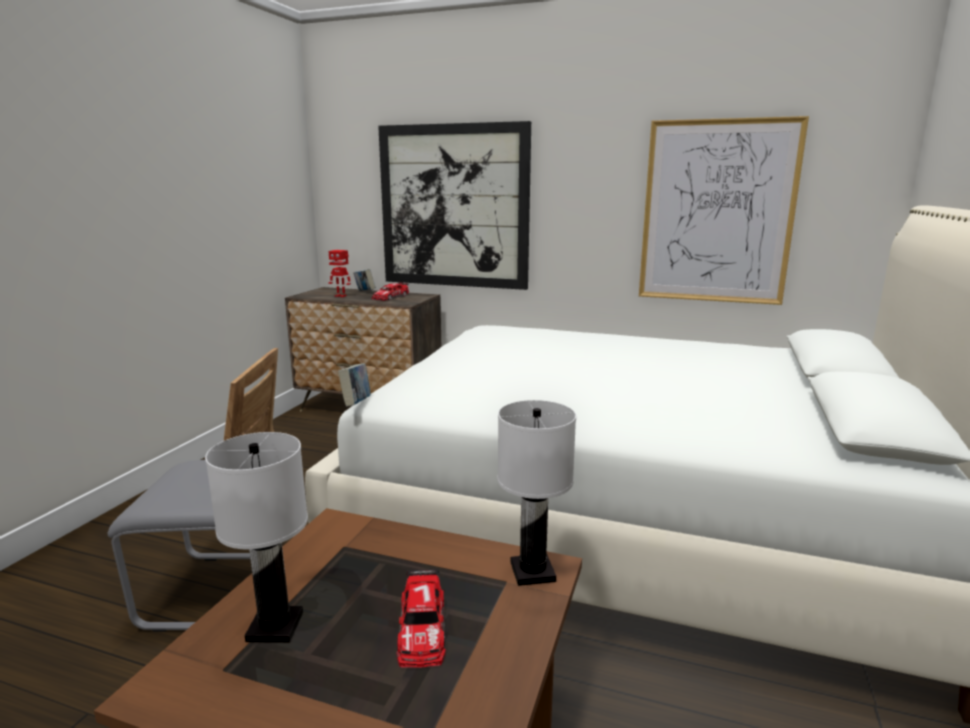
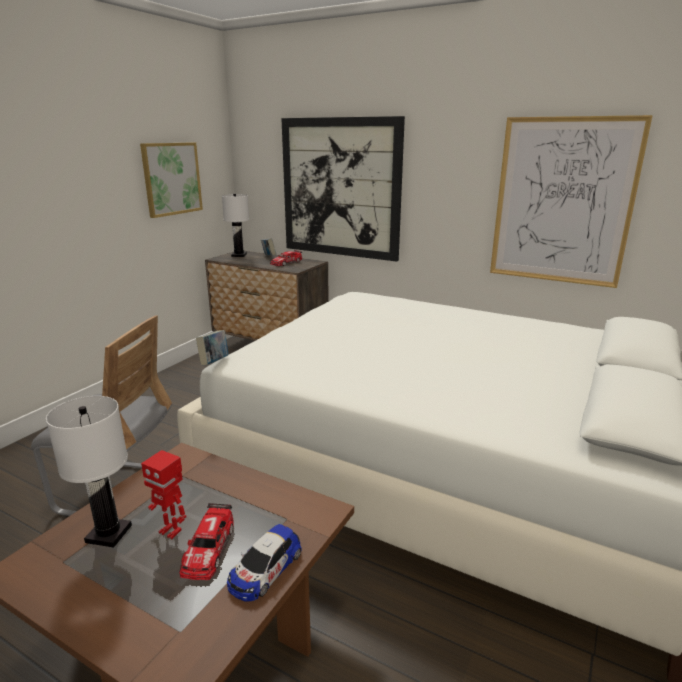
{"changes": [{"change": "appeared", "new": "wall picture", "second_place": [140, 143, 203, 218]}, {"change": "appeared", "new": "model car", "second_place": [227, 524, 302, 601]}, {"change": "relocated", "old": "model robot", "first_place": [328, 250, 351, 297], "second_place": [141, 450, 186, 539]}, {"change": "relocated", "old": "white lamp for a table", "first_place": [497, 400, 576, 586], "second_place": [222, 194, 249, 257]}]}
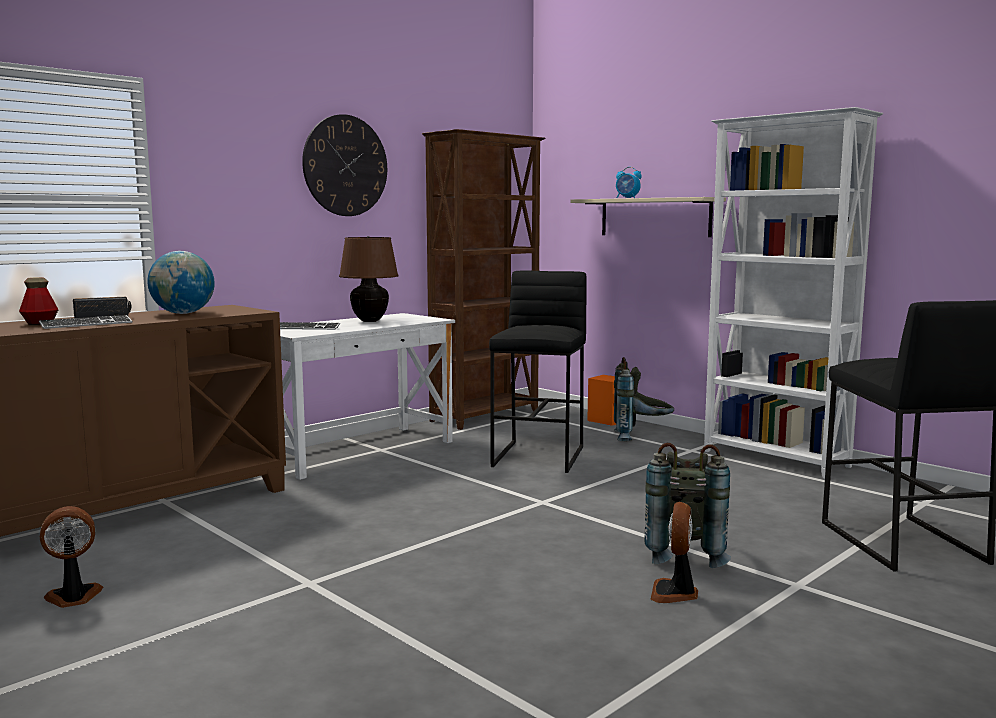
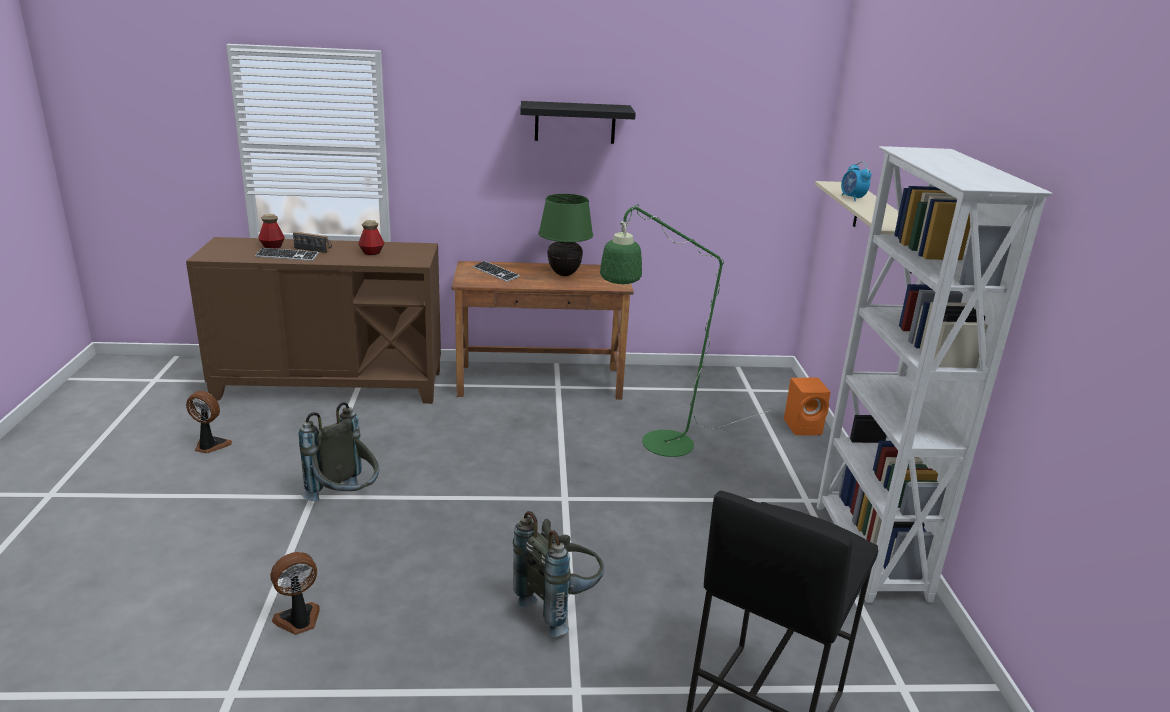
{"changes": [{"change": "missing", "old": "brown bookshelf", "first_place": [422, 129, 545, 430]}, {"change": "relocated", "old": "greyish backpack", "first_place": [614, 357, 674, 441], "second_place": [299, 402, 379, 501]}, {"change": "relocated", "old": "cooling fan", "first_place": [650, 502, 698, 603], "second_place": [270, 552, 320, 635]}, {"change": "exchanged", "old": "desk globe", "new": "drink bottle", "first_place": [147, 251, 215, 314], "second_place": [358, 220, 385, 255]}, {"change": "exchanged", "old": "wall clock", "new": "black-coloured bracket shelf", "first_place": [302, 114, 387, 216], "second_place": [520, 101, 636, 144]}, {"change": "exchanged", "old": "black-coloured stool seat", "new": "green-coloured floor lamp", "first_place": [489, 270, 587, 473], "second_place": [600, 204, 771, 457]}, {"change": "colour", "old": "white desk table", "new": "brown desk table", "first_place": [280, 313, 455, 480], "second_place": [451, 261, 634, 400]}, {"change": "colour", "old": "brown lamp for a table", "new": "green-coloured lamp for a table", "first_place": [339, 236, 399, 322], "second_place": [539, 194, 593, 276]}]}
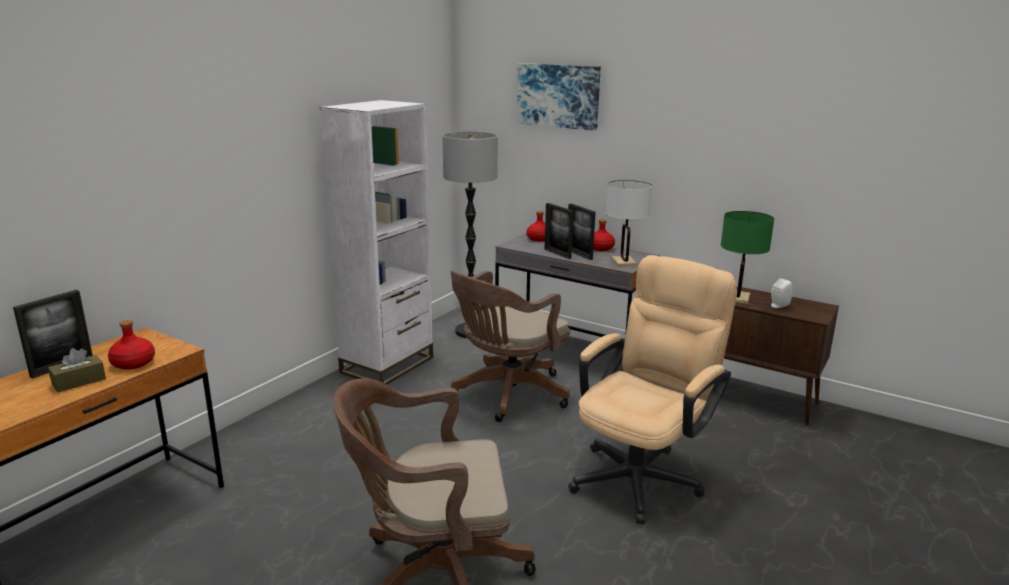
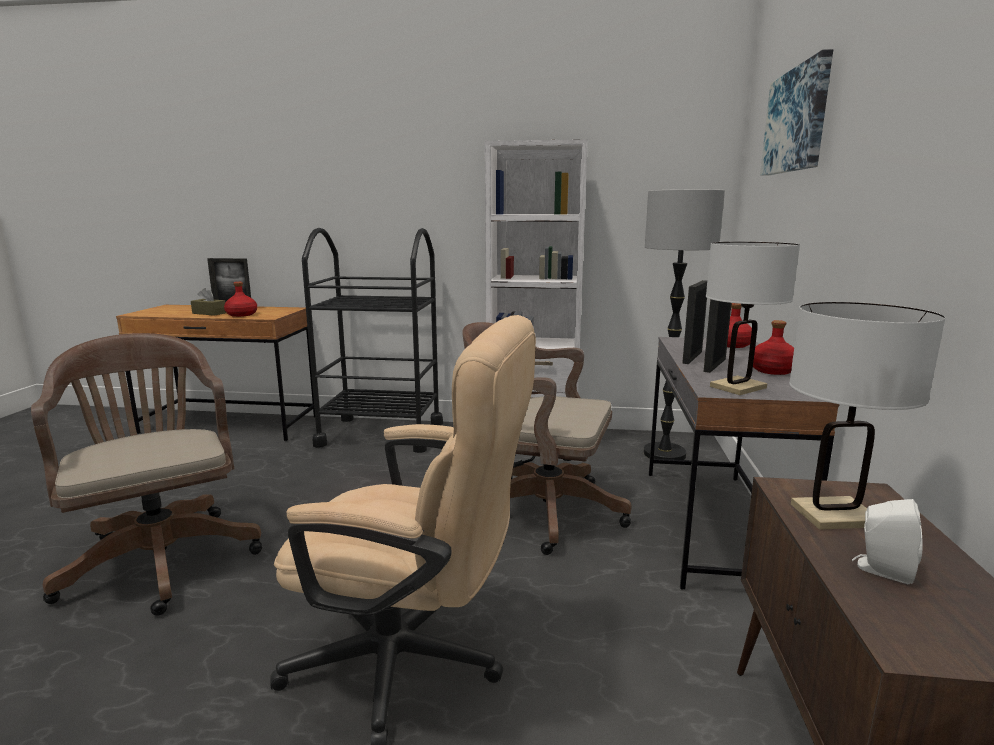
{"changes": [{"change": "appeared", "new": "black-coloured wheeled cart", "second_place": [302, 228, 443, 453]}, {"change": "colour", "old": "green-coloured lamp for a table", "new": "white lamp for a table", "first_place": [721, 211, 774, 304], "second_place": [789, 302, 946, 530]}]}
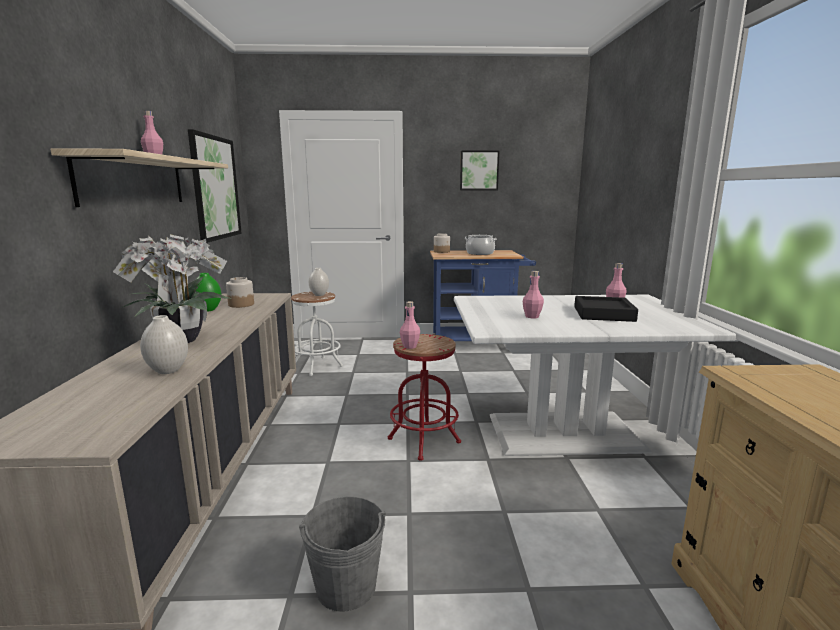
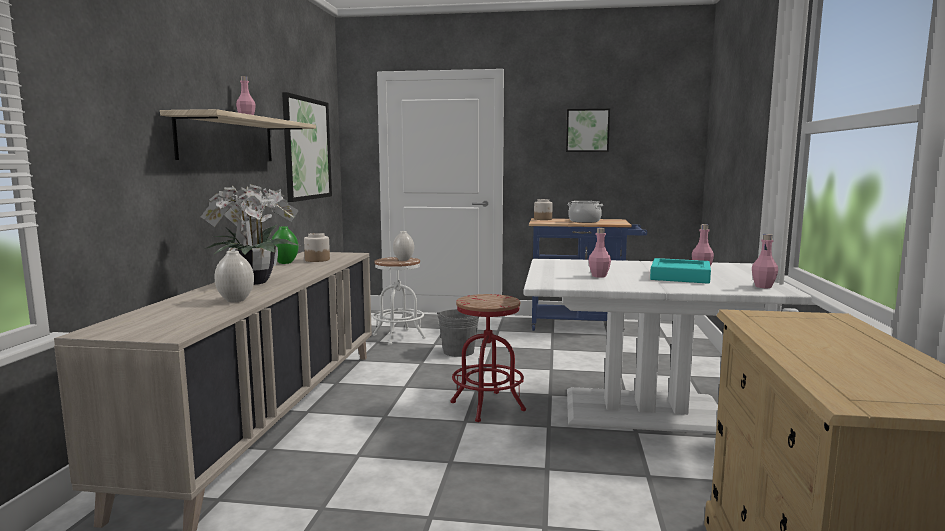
{"changes": [{"change": "relocated", "old": "greyish water bucket", "first_place": [299, 496, 386, 612], "second_place": [437, 309, 479, 357]}, {"change": "relocated", "old": "pink drink bottle", "first_place": [400, 301, 420, 349], "second_place": [752, 234, 778, 288]}, {"change": "colour", "old": "black-coloured serving tray", "new": "turquoise-coloured serving tray", "first_place": [574, 296, 638, 322], "second_place": [650, 258, 711, 284]}]}
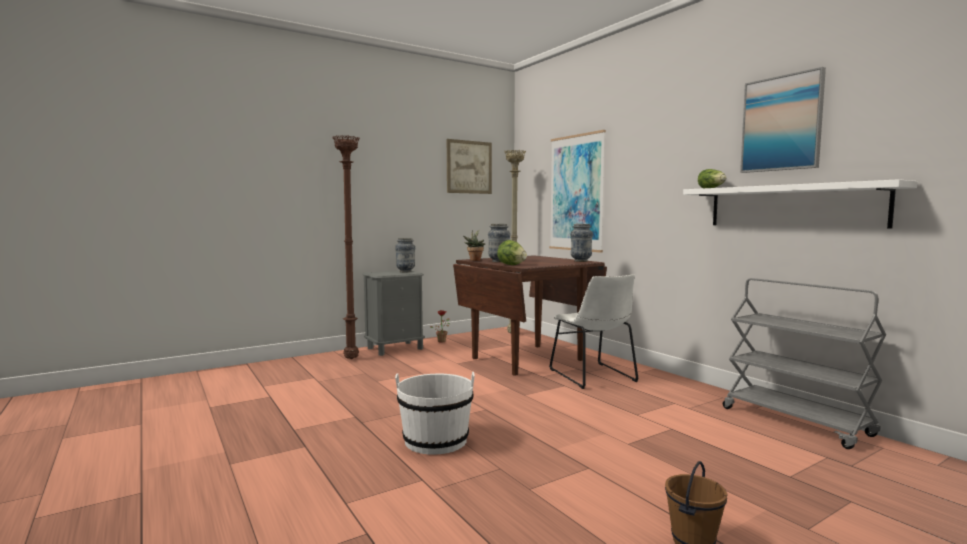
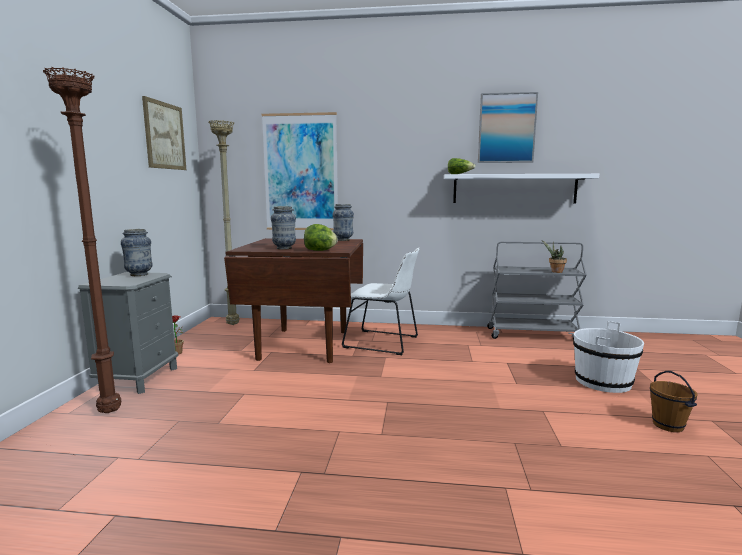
{"changes": [{"change": "relocated", "old": "white water bucket", "first_place": [395, 372, 475, 455], "second_place": [573, 321, 644, 393]}, {"change": "relocated", "old": "plant in a pot", "first_place": [463, 229, 485, 261], "second_place": [542, 240, 567, 273]}]}
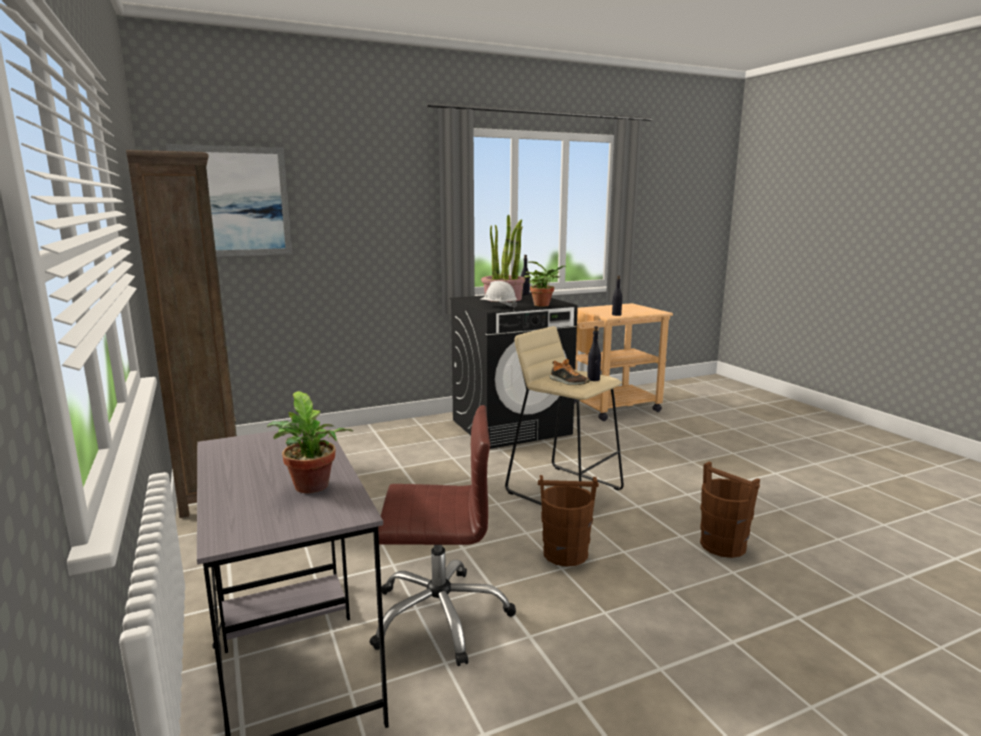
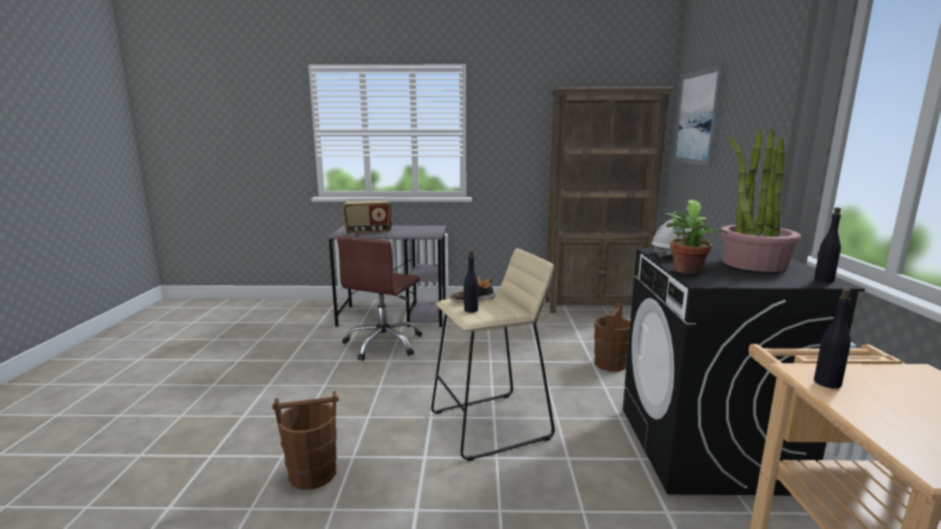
{"changes": [{"change": "relocated", "old": "brown water bucket", "first_place": [538, 475, 599, 567], "second_place": [594, 303, 630, 371]}, {"change": "exchanged", "old": "plant in a pot", "new": "radio set", "first_place": [267, 391, 353, 493], "second_place": [343, 200, 391, 235]}]}
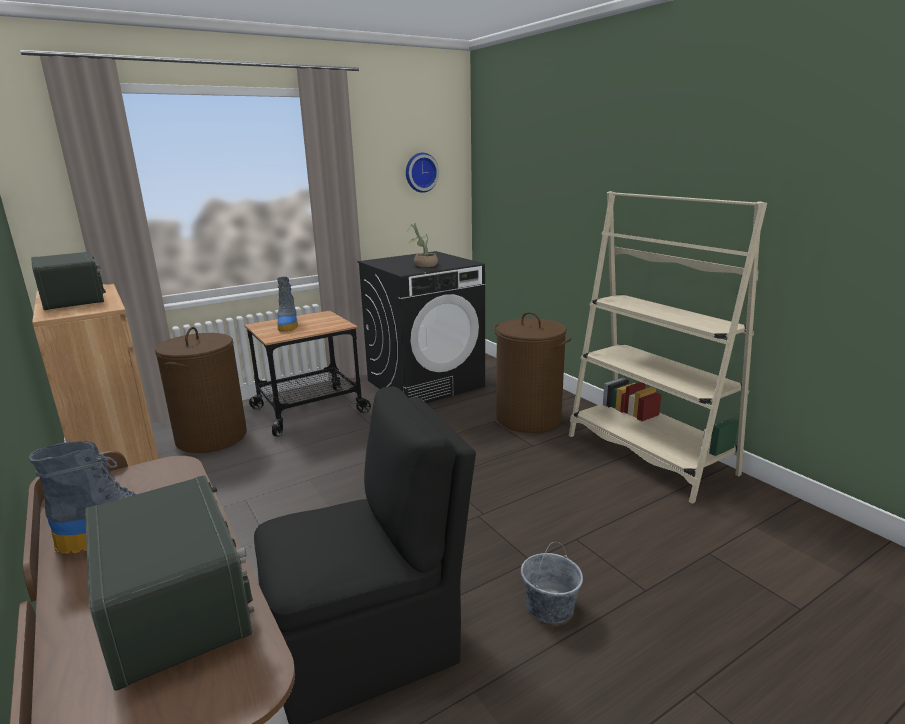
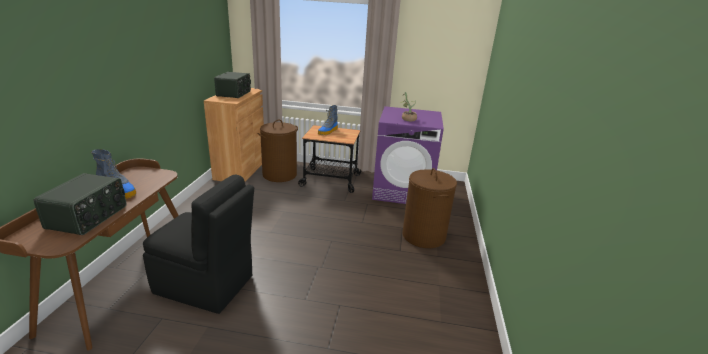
{"changes": [{"change": "missing", "old": "wall clock", "first_place": [406, 153, 439, 193]}, {"change": "missing", "old": "greyish water bucket", "first_place": [521, 542, 583, 624]}, {"change": "missing", "old": "beige-coloured bookshelf", "first_place": [569, 191, 767, 504]}, {"change": "colour", "old": "black-coloured laundry appliance", "new": "purple laundry appliance", "first_place": [358, 251, 485, 403], "second_place": [372, 106, 444, 204]}]}
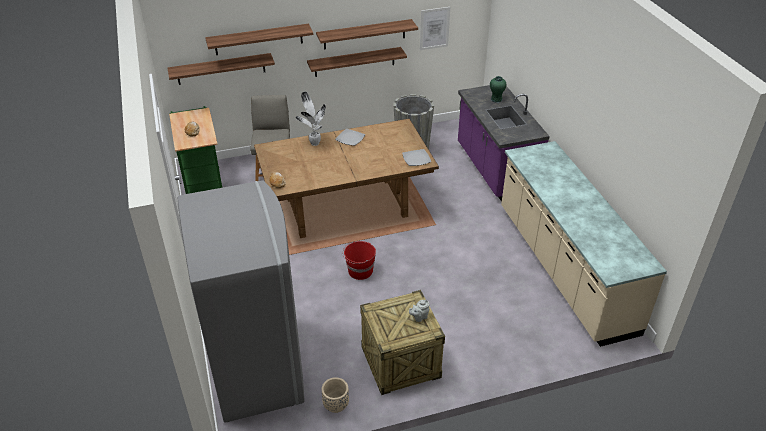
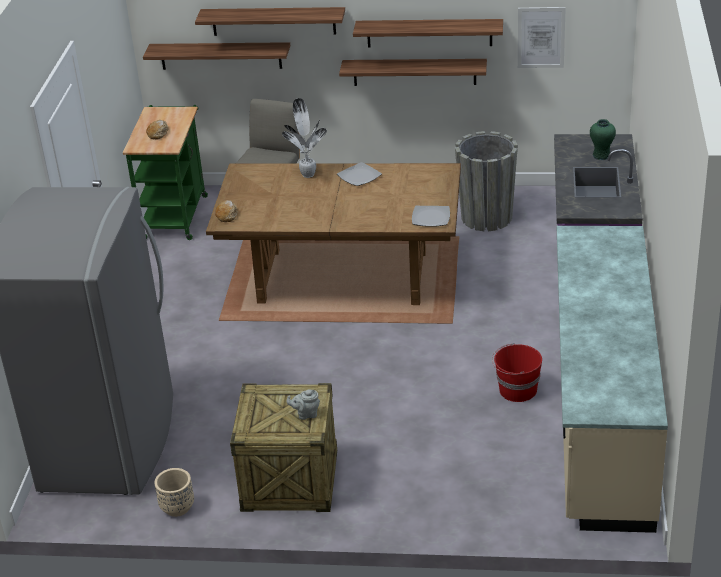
{"changes": [{"change": "relocated", "old": "red-coloured water bucket", "first_place": [342, 241, 376, 280], "second_place": [492, 343, 542, 402]}]}
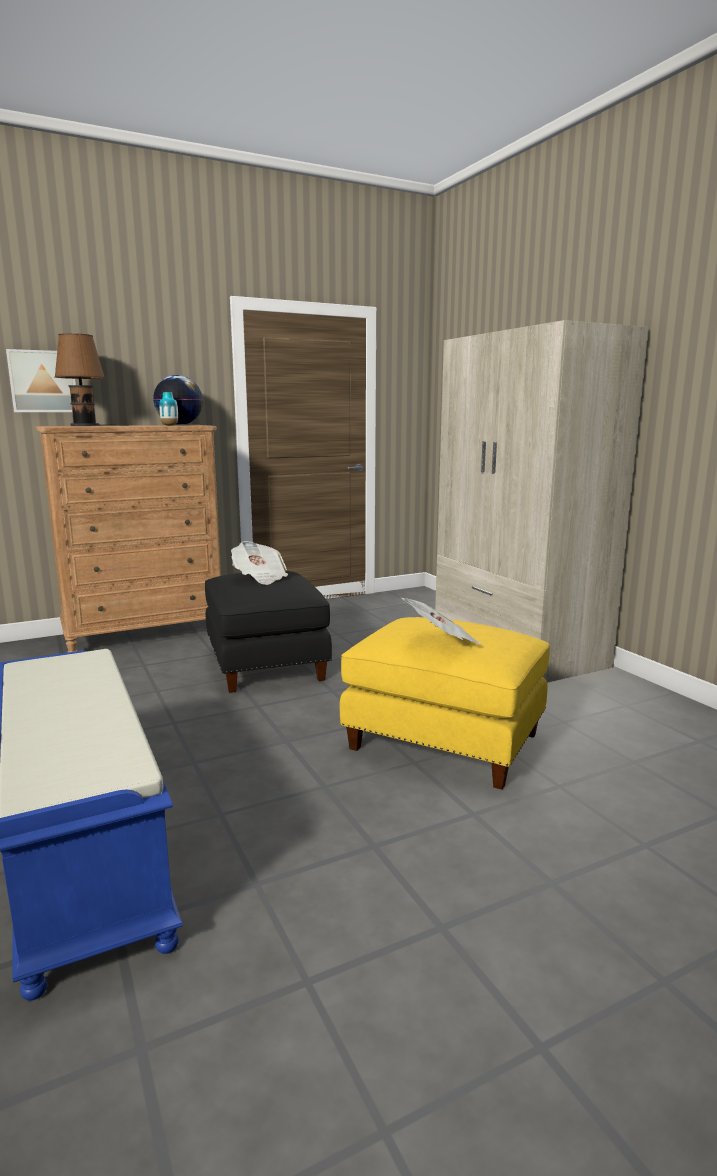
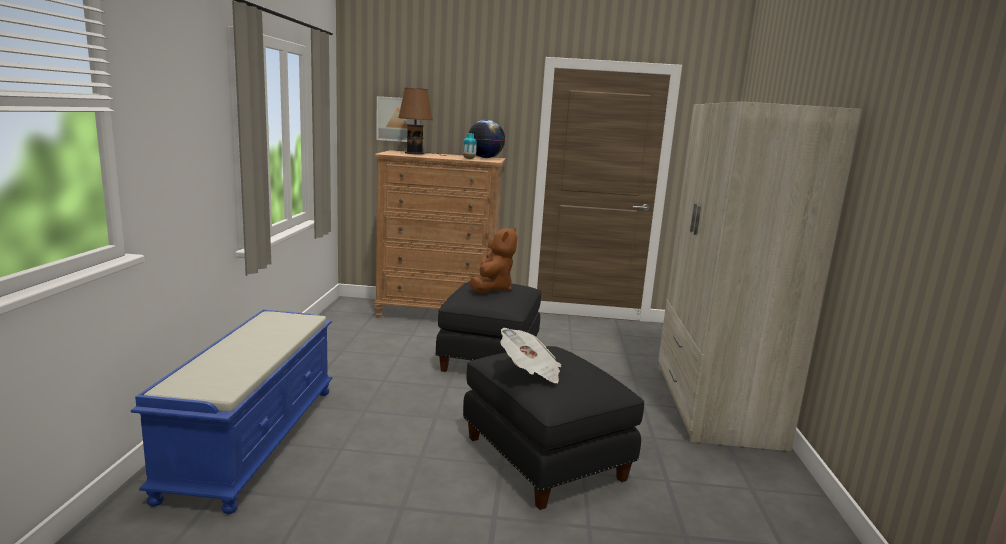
{"changes": [{"change": "exchanged", "old": "printed paper", "new": "brown soft toy", "first_place": [231, 541, 288, 585], "second_place": [470, 227, 517, 293]}, {"change": "colour", "old": "yellowish ottoman", "new": "black-coloured ottoman", "first_place": [340, 617, 550, 790], "second_place": [463, 346, 645, 510]}]}
